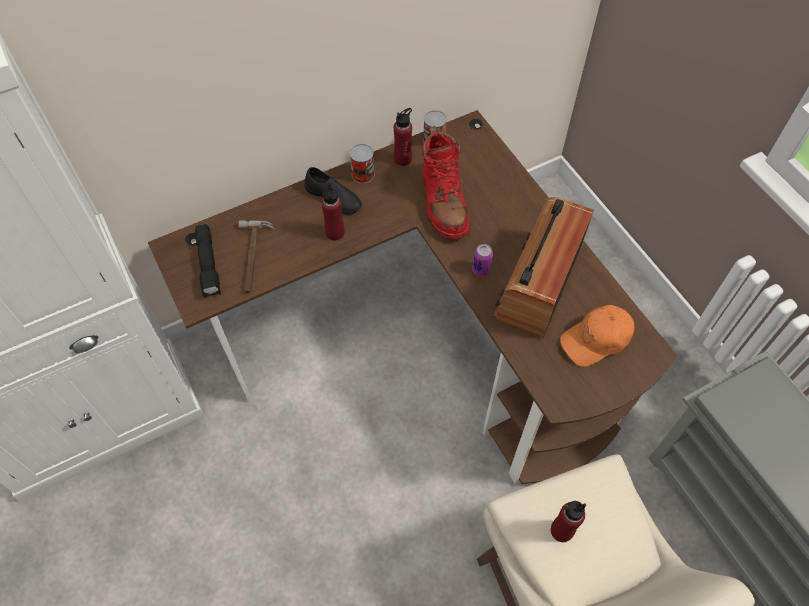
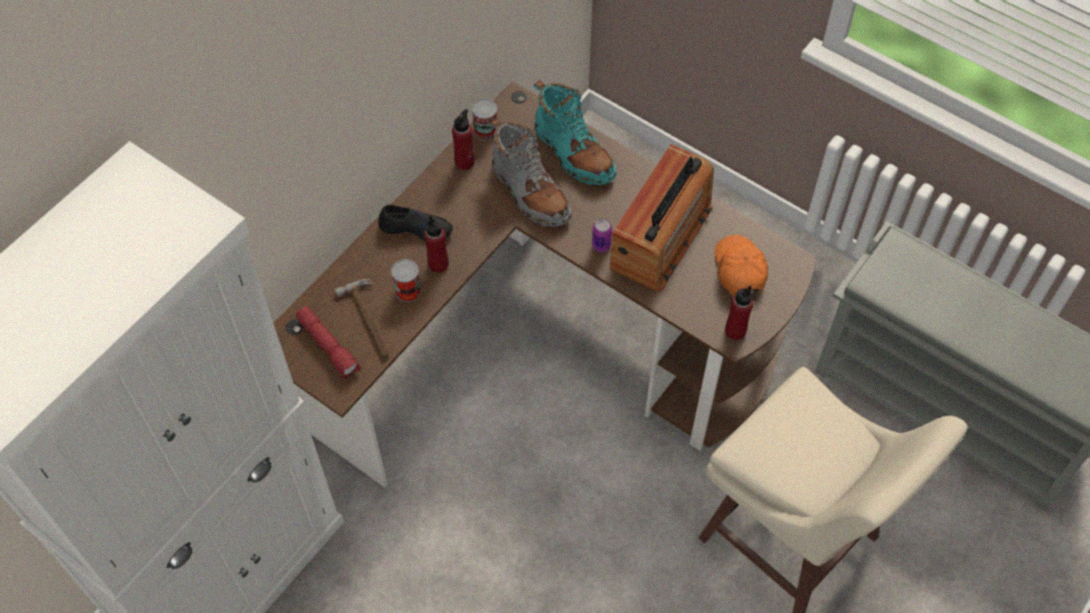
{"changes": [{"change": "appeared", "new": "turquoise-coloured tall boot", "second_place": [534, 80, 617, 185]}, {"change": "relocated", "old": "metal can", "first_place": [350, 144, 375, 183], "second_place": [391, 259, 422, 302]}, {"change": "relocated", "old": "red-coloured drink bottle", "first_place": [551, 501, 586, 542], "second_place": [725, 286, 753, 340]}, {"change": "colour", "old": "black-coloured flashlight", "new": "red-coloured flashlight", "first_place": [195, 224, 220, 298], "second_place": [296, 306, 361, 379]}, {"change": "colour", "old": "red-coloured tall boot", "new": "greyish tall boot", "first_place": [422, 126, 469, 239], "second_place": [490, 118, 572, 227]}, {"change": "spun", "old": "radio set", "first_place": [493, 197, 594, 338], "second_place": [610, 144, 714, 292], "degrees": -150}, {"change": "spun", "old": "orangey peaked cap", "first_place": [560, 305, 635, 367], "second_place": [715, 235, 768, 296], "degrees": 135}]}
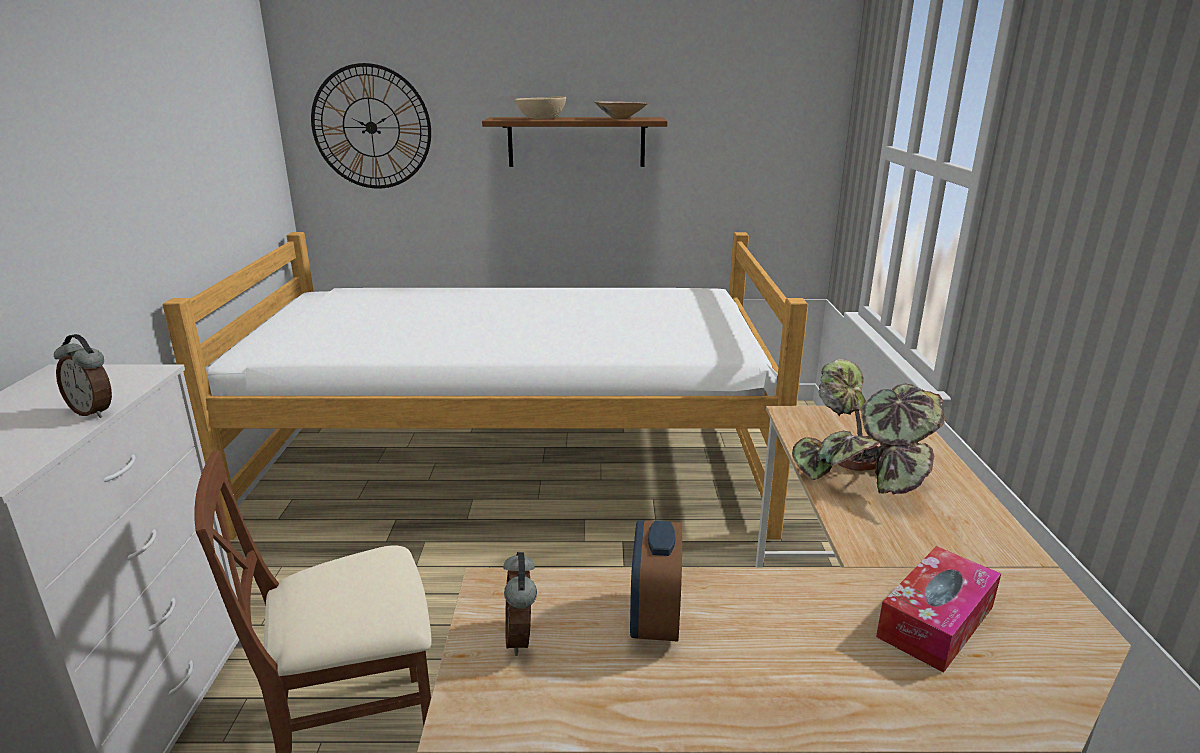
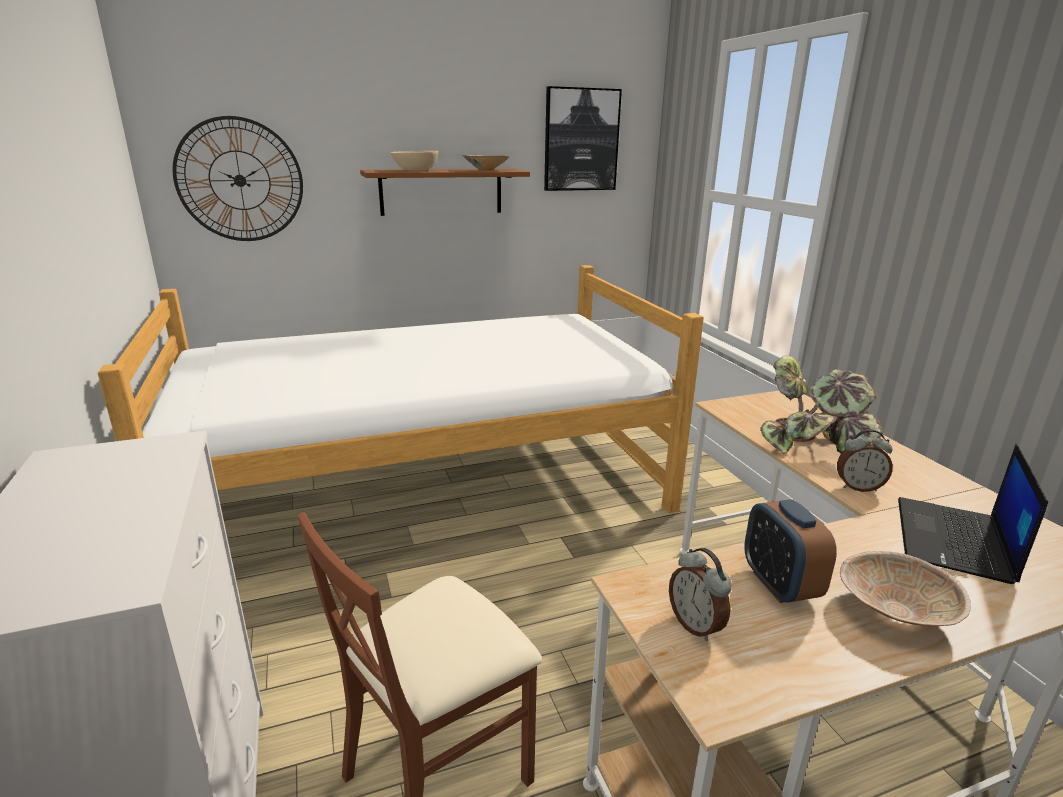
{"changes": [{"change": "appeared", "new": "wall picture", "second_place": [544, 86, 622, 191]}, {"change": "appeared", "new": "beige-coloured deep dish", "second_place": [840, 551, 971, 626]}, {"change": "relocated", "old": "alarm clock", "first_place": [54, 334, 112, 418], "second_place": [837, 429, 893, 492]}, {"change": "exchanged", "old": "box of tissues", "new": "portable computer", "first_place": [876, 546, 1001, 673], "second_place": [898, 444, 1048, 584]}]}
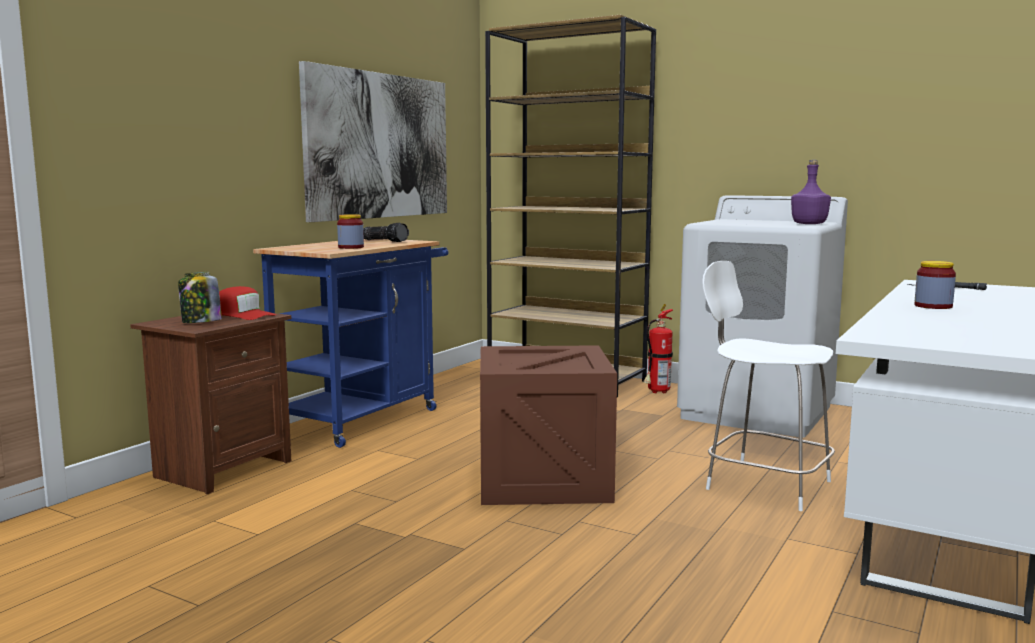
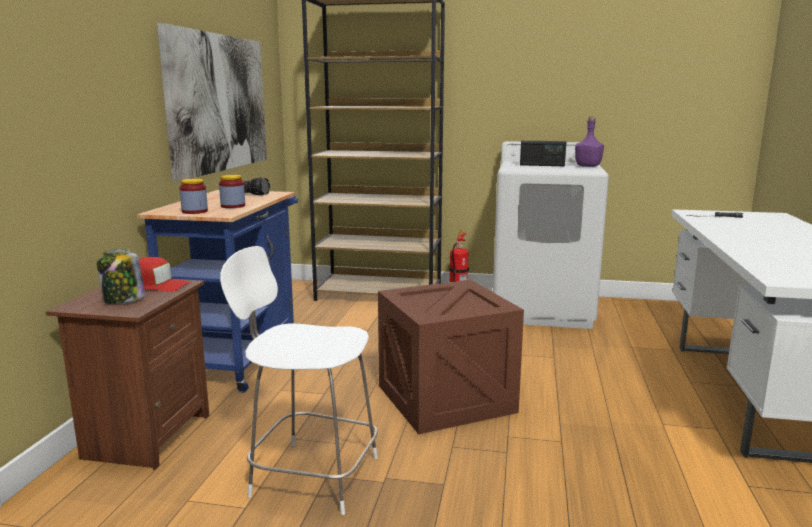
{"changes": [{"change": "appeared", "new": "radio set", "second_place": [520, 141, 566, 166]}, {"change": "relocated", "old": "white upright chair", "first_place": [702, 261, 835, 511], "second_place": [220, 246, 378, 515]}, {"change": "relocated", "old": "storage jar", "first_place": [914, 261, 956, 309], "second_place": [180, 179, 208, 214]}]}
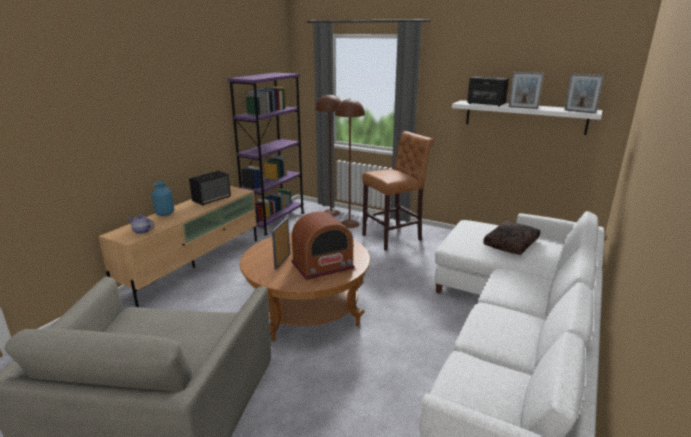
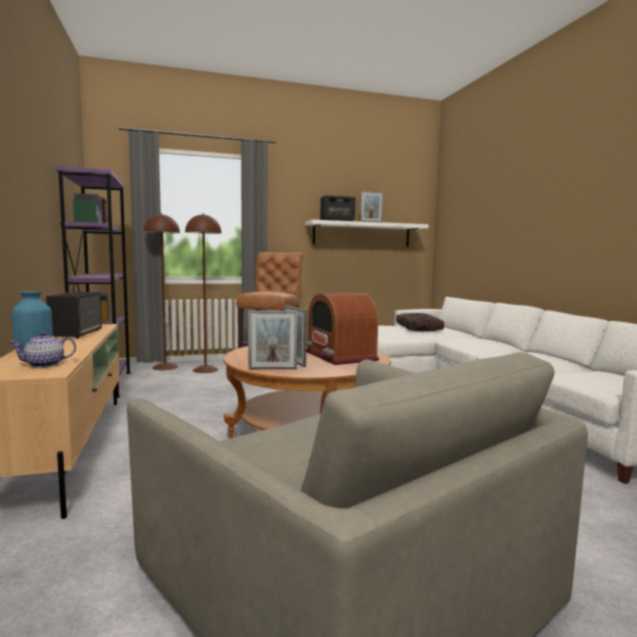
{"changes": [{"change": "relocated", "old": "standing frame", "first_place": [565, 74, 604, 114], "second_place": [248, 310, 298, 369]}, {"change": "spun", "old": "radio set", "first_place": [291, 211, 355, 280], "second_place": [306, 293, 379, 365], "degrees": 135}]}
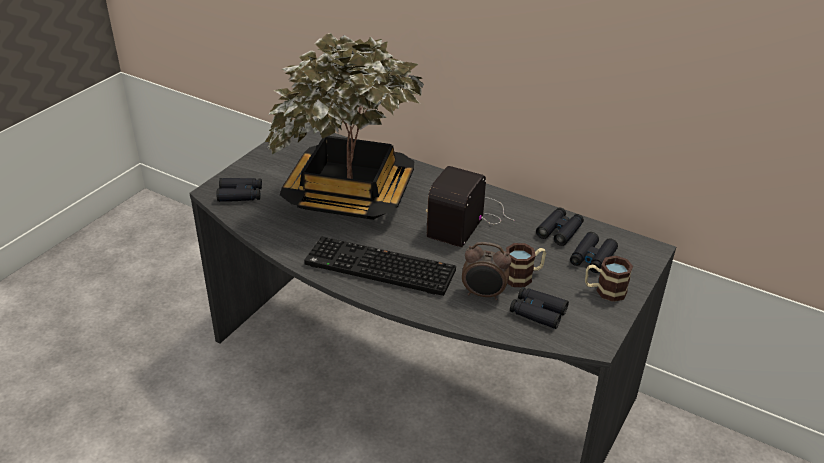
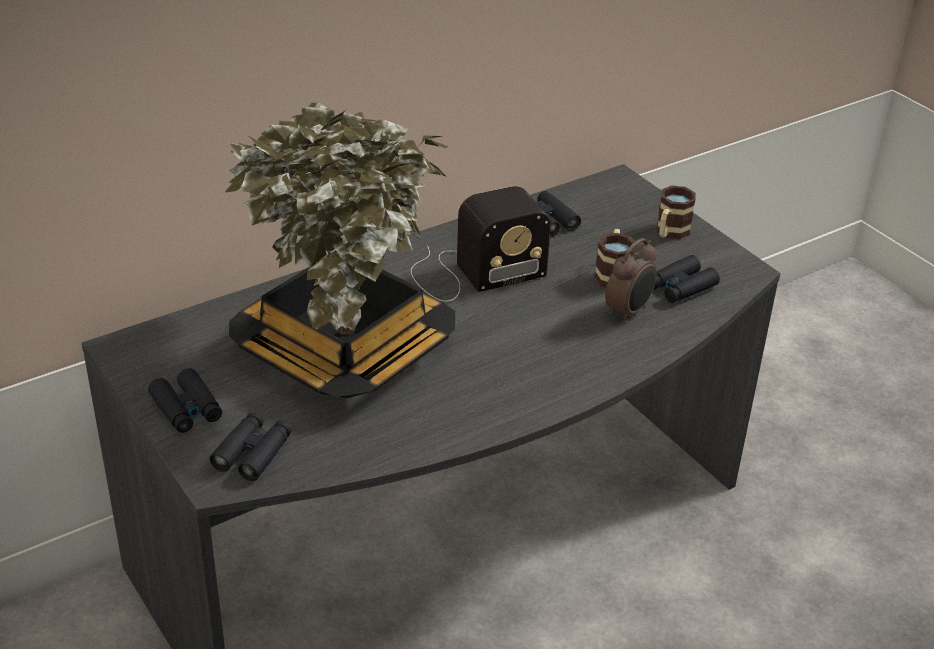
{"changes": [{"change": "missing", "old": "PC keyboard", "first_place": [304, 237, 456, 296]}, {"change": "relocated", "old": "black-coloured pair of binoculars", "first_place": [570, 232, 618, 273], "second_place": [148, 368, 222, 433]}, {"change": "spun", "old": "radio set", "first_place": [425, 166, 515, 248], "second_place": [411, 186, 551, 302], "degrees": -75}]}
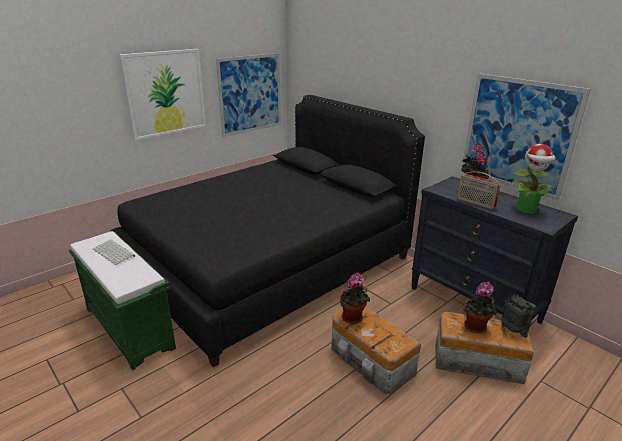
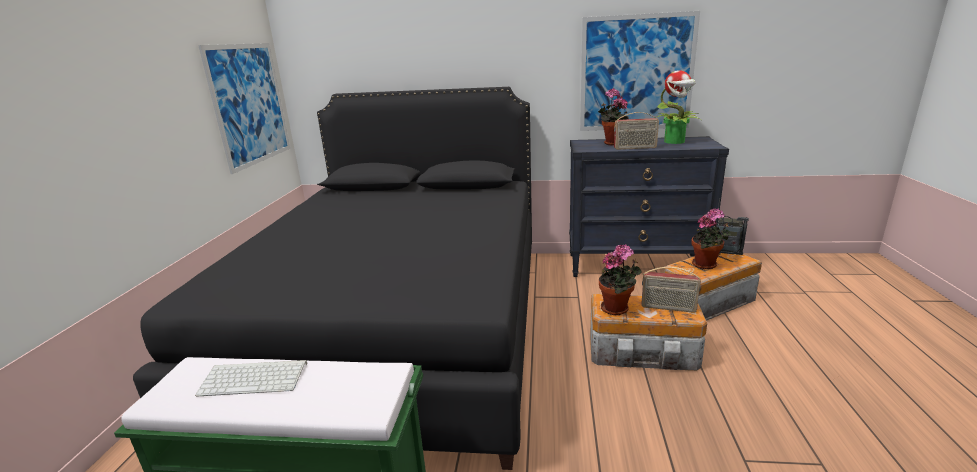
{"changes": [{"change": "missing", "old": "wall picture", "first_place": [119, 49, 206, 140]}, {"change": "appeared", "new": "radio set", "second_place": [642, 267, 701, 313]}]}
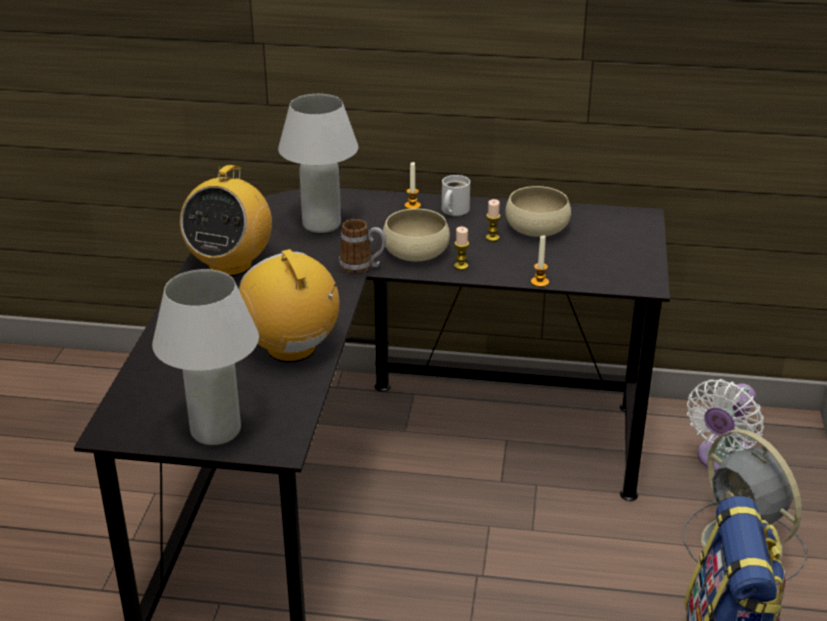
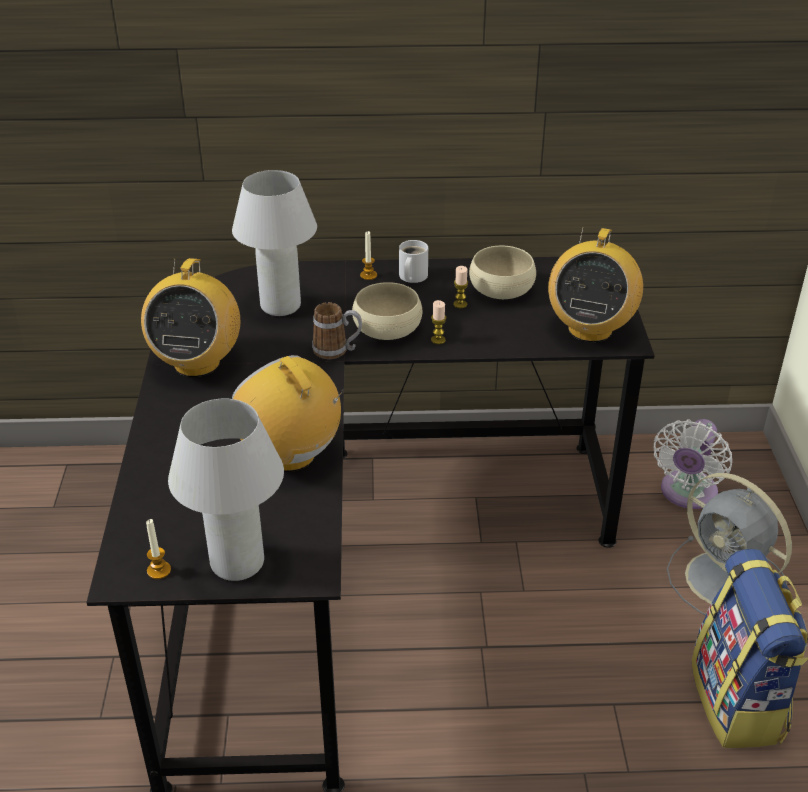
{"changes": [{"change": "appeared", "new": "radio set", "second_place": [548, 228, 643, 342]}, {"change": "relocated", "old": "candle", "first_place": [531, 235, 549, 287], "second_place": [146, 519, 171, 579]}]}
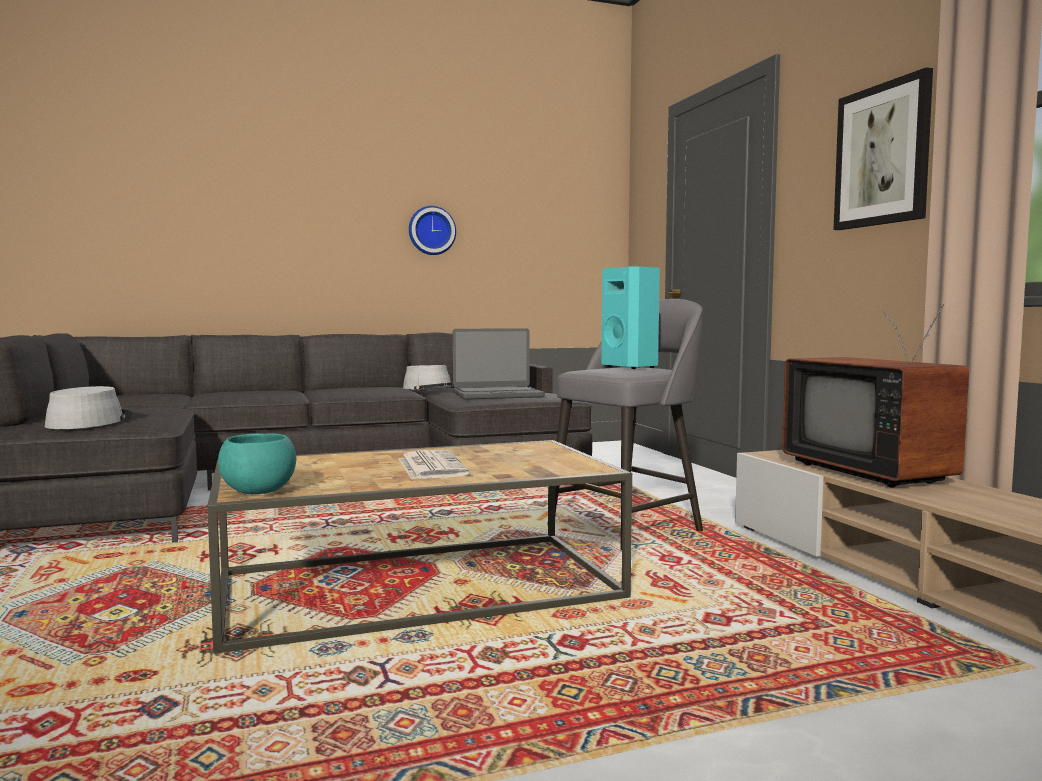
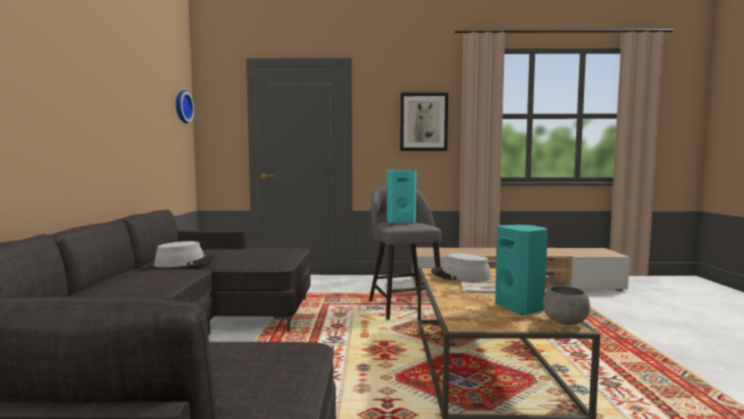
{"changes": [{"change": "missing", "old": "portable computer", "first_place": [453, 328, 545, 399]}, {"change": "missing", "old": "television", "first_place": [782, 304, 969, 488]}, {"change": "appeared", "new": "turquoise-coloured speaker", "second_place": [495, 225, 548, 315]}, {"change": "relocated", "old": "greyish clothing hat", "first_place": [45, 386, 133, 429], "second_place": [431, 253, 491, 282]}, {"change": "relocated", "old": "wall clock", "first_place": [409, 206, 456, 255], "second_place": [176, 90, 194, 124]}, {"change": "colour", "old": "turquoise-coloured deep dish", "new": "greyish deep dish", "first_place": [218, 433, 296, 494], "second_place": [543, 286, 590, 325]}]}
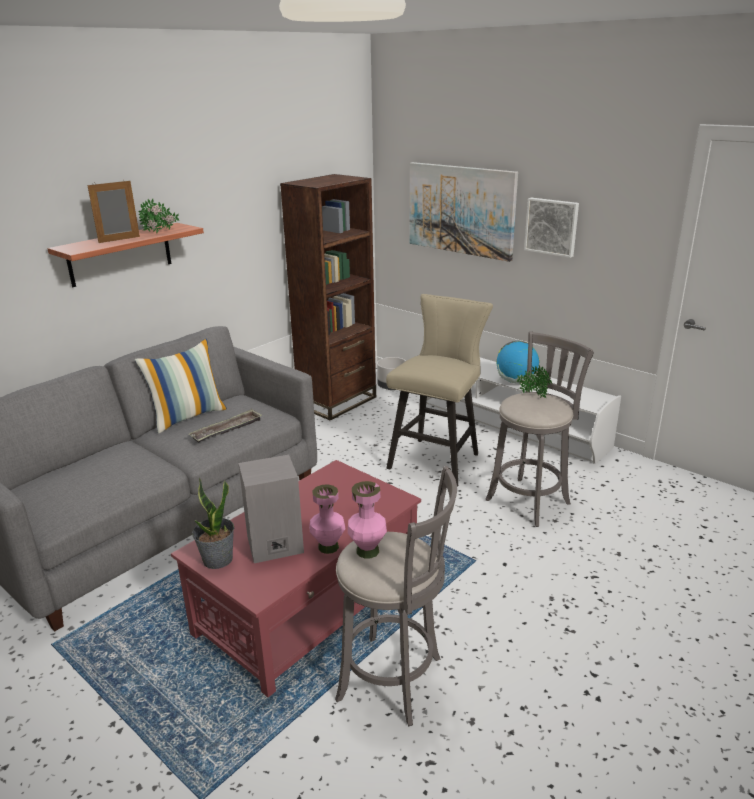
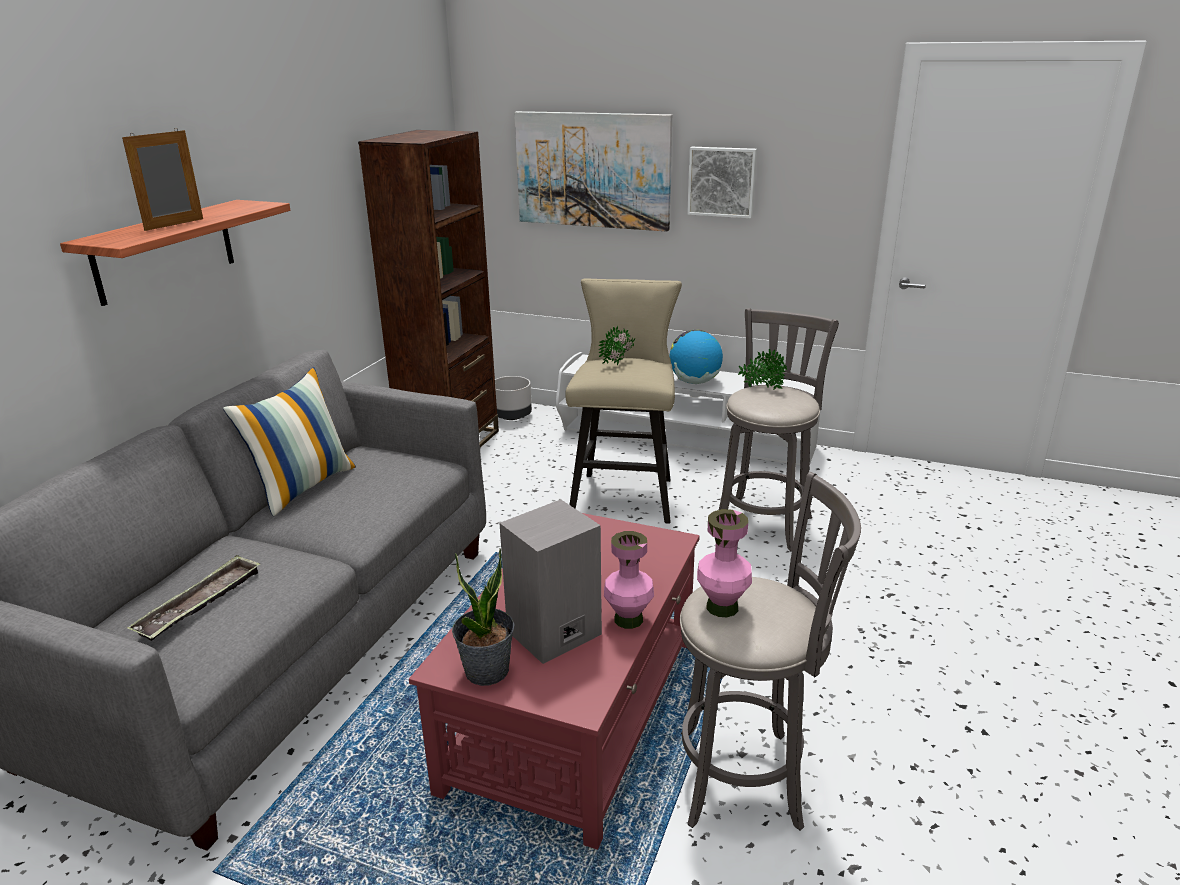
{"changes": [{"change": "relocated", "old": "plant in a pot", "first_place": [138, 199, 179, 233], "second_place": [598, 325, 635, 365]}, {"change": "relocated", "old": "serving tray", "first_place": [189, 409, 262, 443], "second_place": [127, 555, 260, 641]}]}
